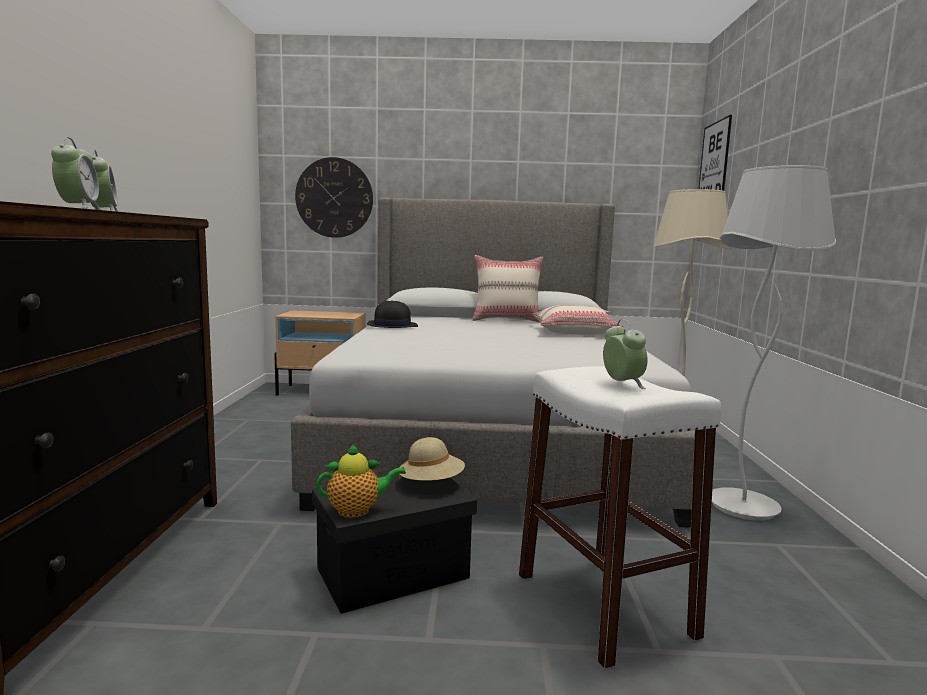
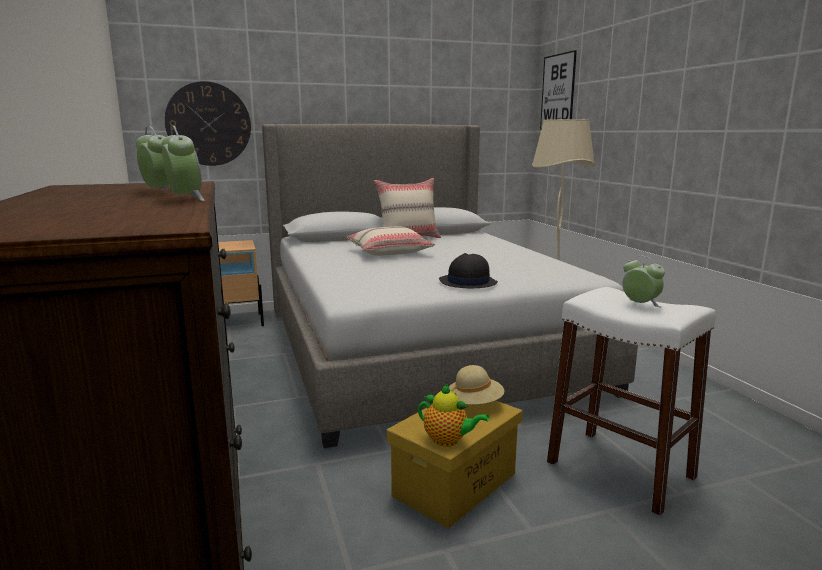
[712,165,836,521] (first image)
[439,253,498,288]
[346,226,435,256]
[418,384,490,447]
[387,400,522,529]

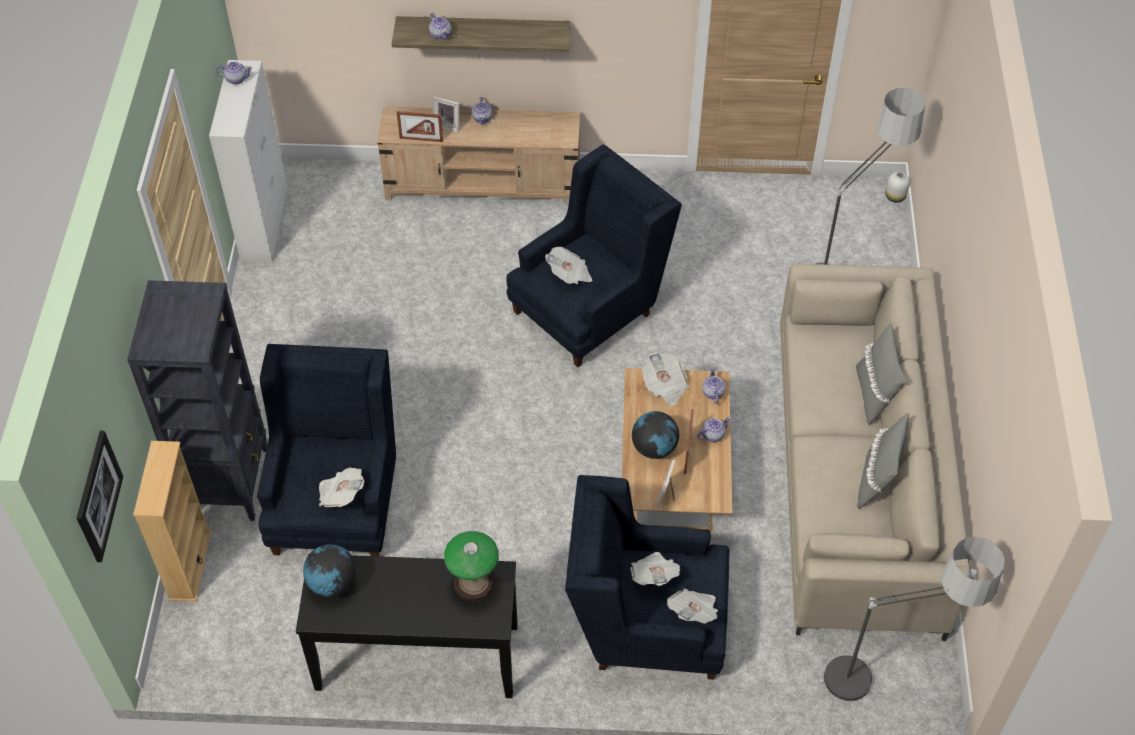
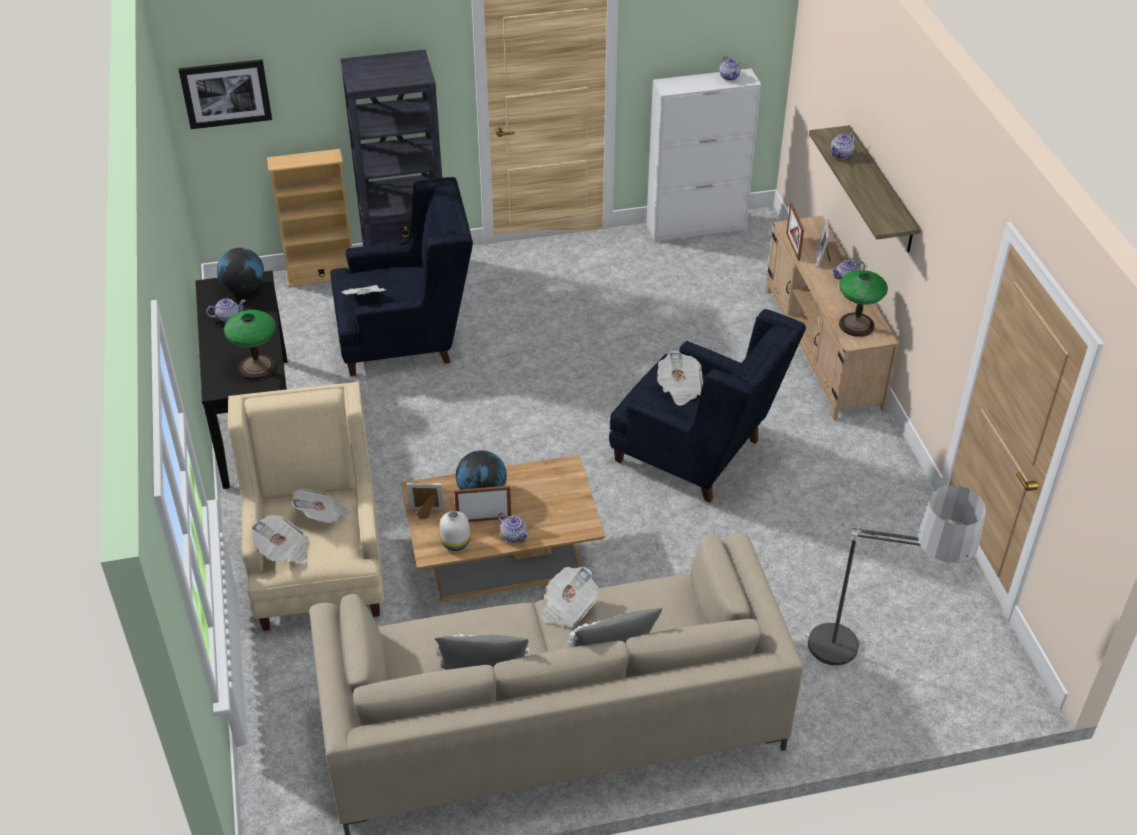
[440,511,470,551]
[541,567,599,628]
[206,298,245,323]
[228,381,384,631]
[820,537,1005,701] (first image)
[839,270,888,337]

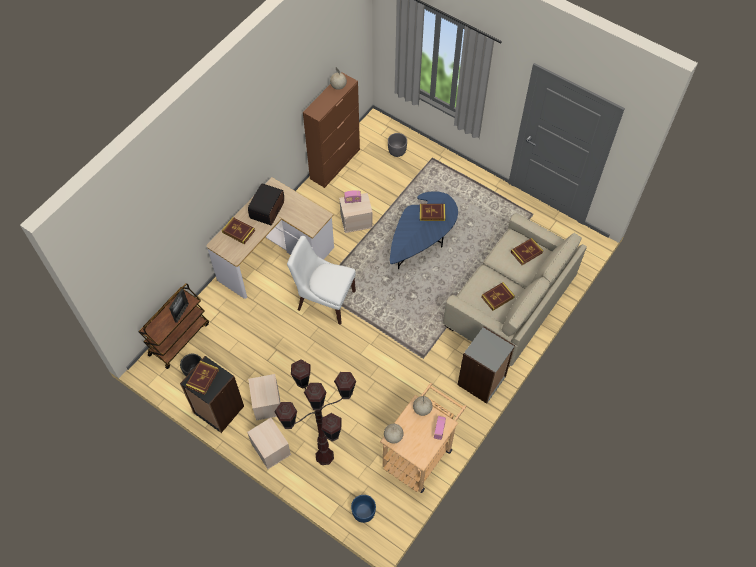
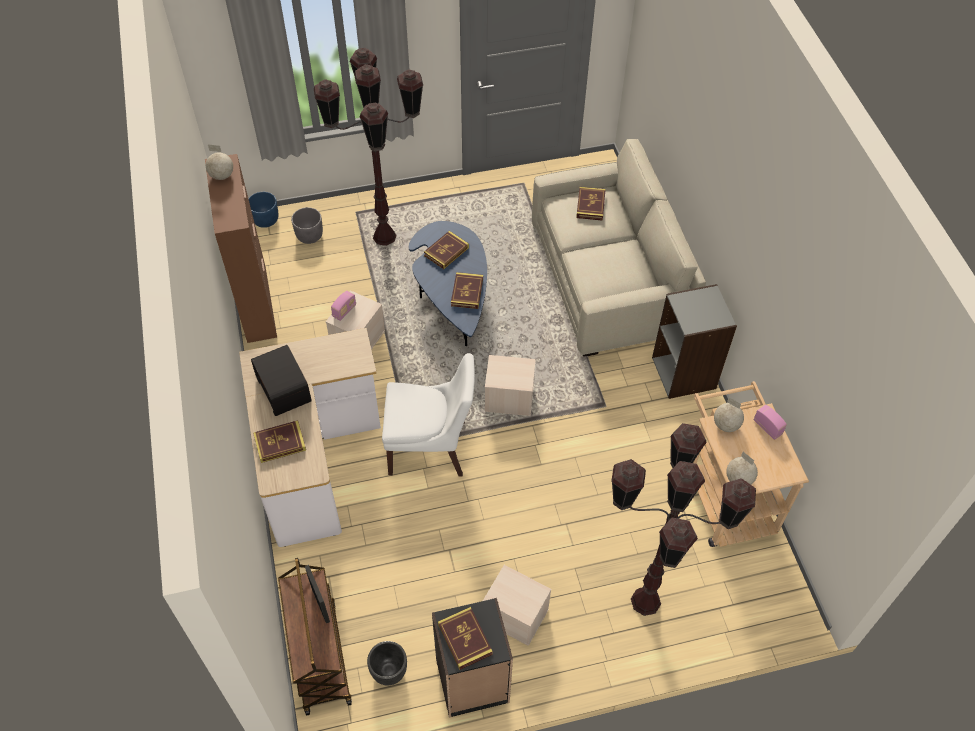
[382,353,475,477]
[451,272,483,309]
[485,355,536,416]
[248,192,278,228]
[314,48,423,246]

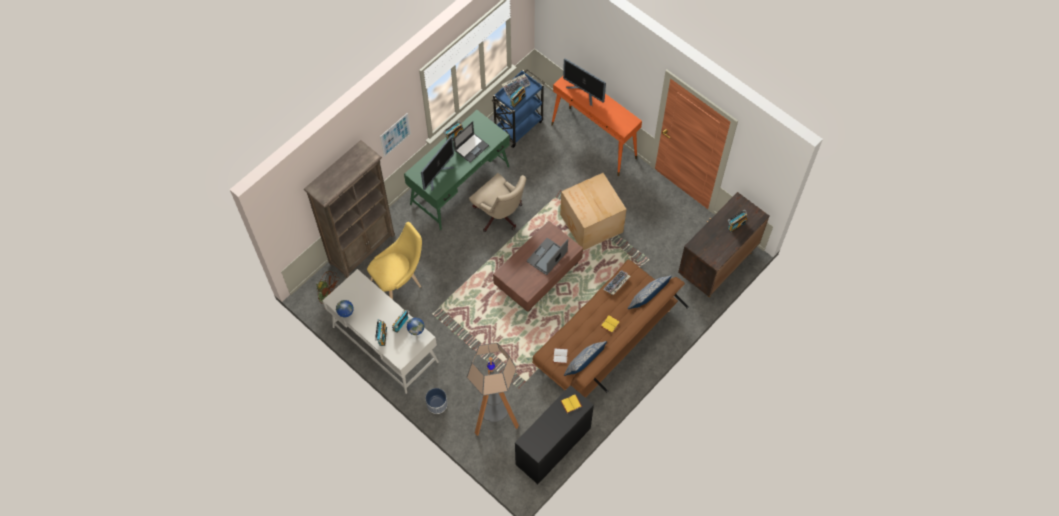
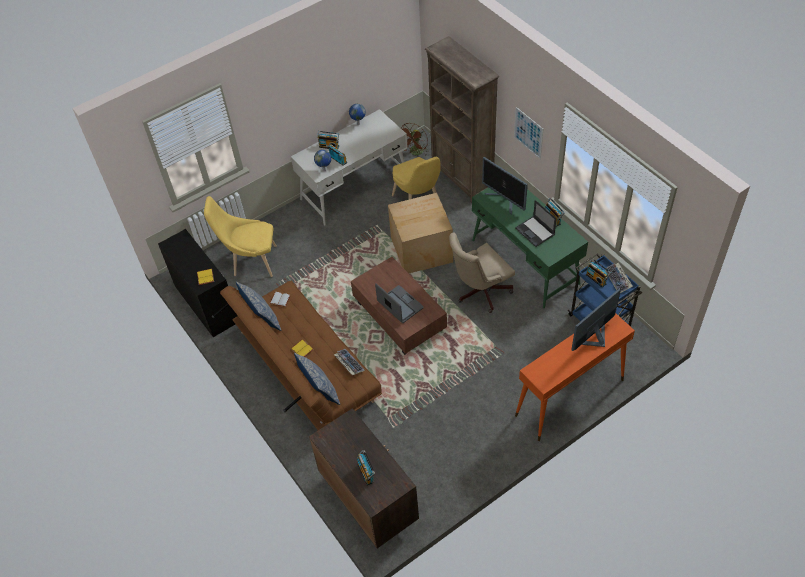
[388,193,453,273]
[204,196,277,277]
[425,388,448,414] (first image)

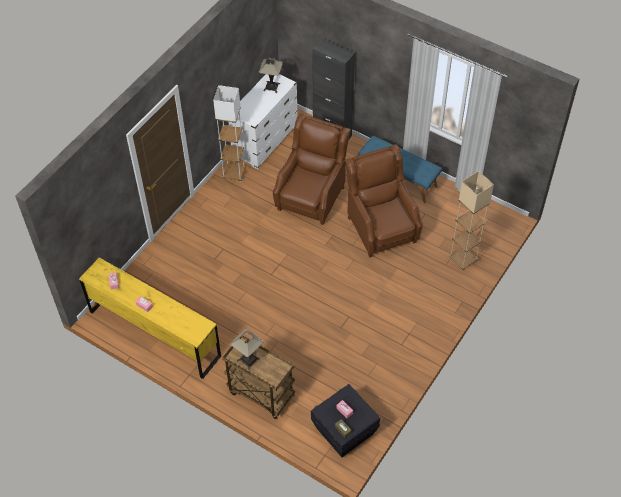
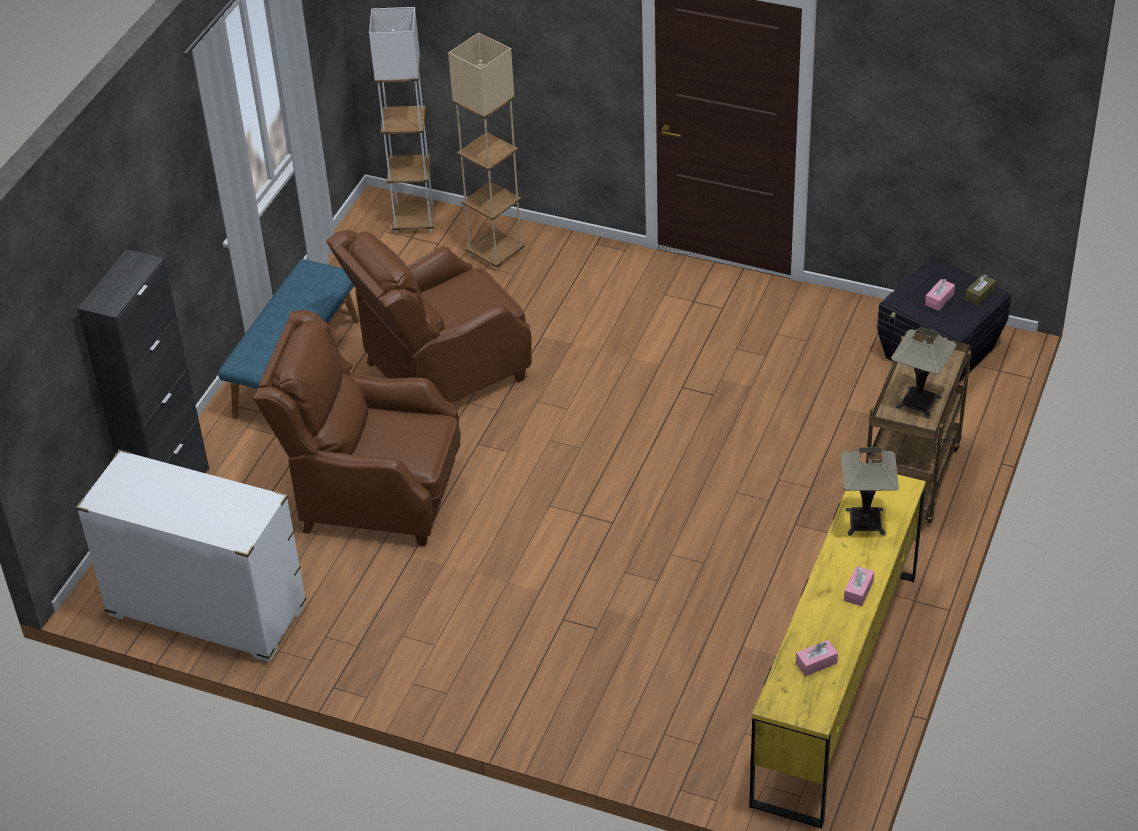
[841,447,899,536]
[369,7,435,234]

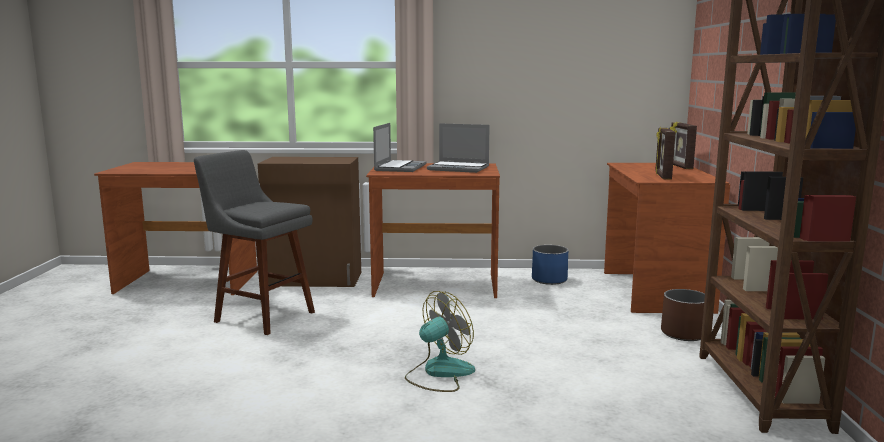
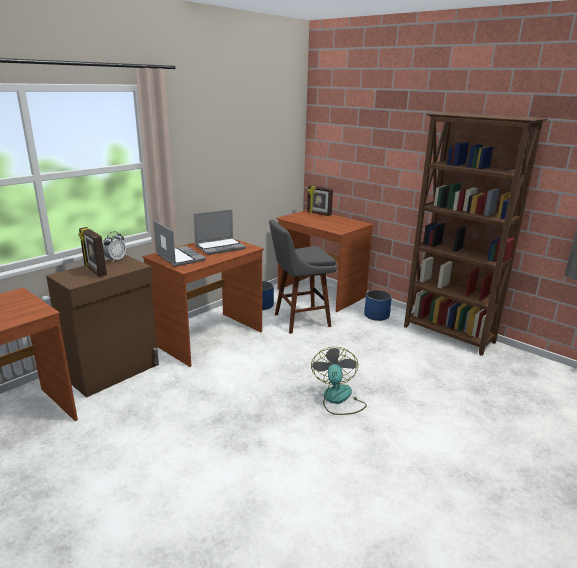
[78,227,107,277]
[269,219,337,334]
[364,290,392,321]
[103,232,126,262]

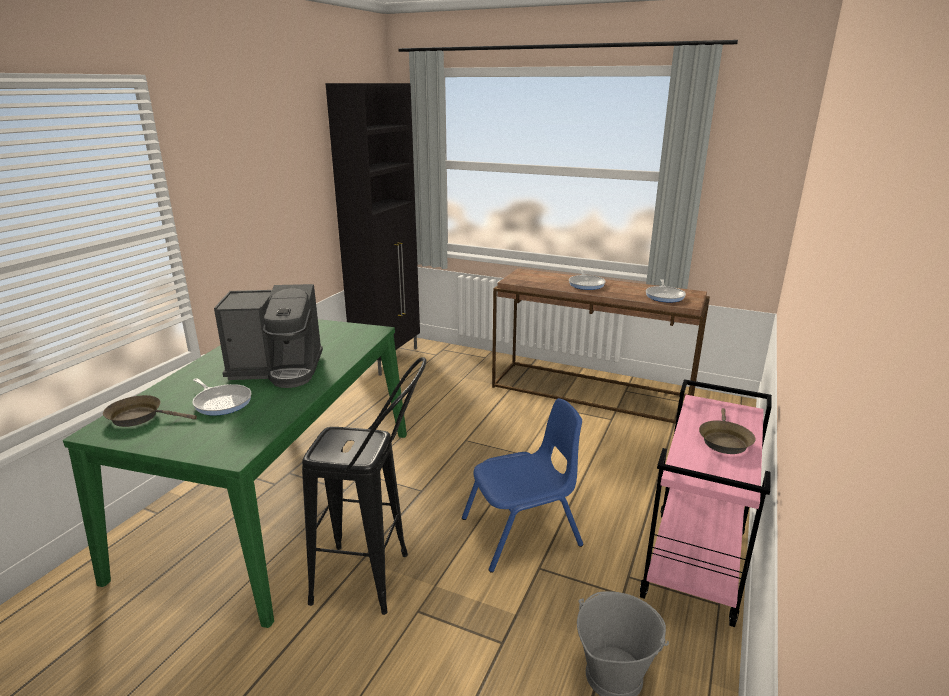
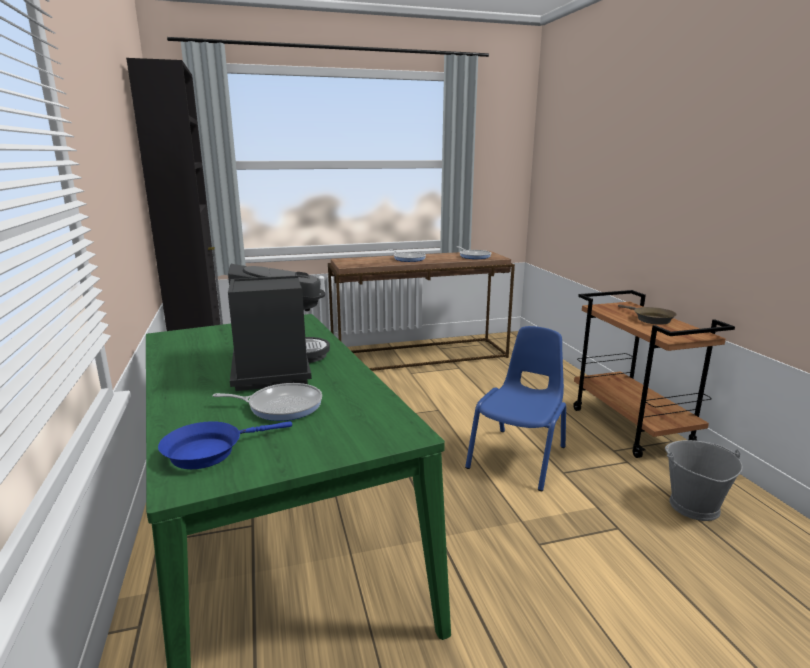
[228,264,330,391]
[302,357,427,615] (first image)
[573,290,735,458]
[158,421,292,469]

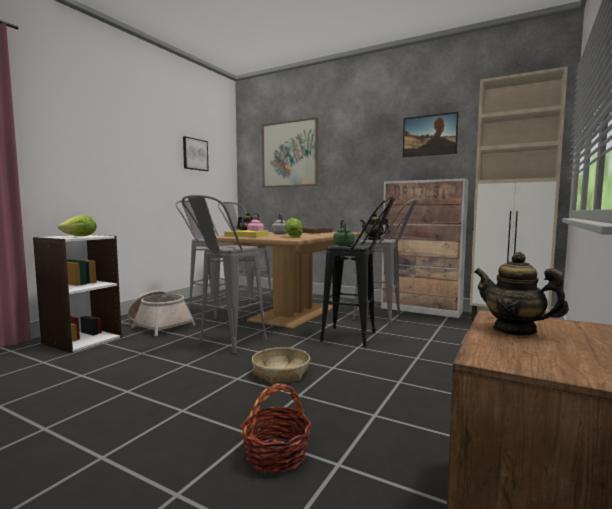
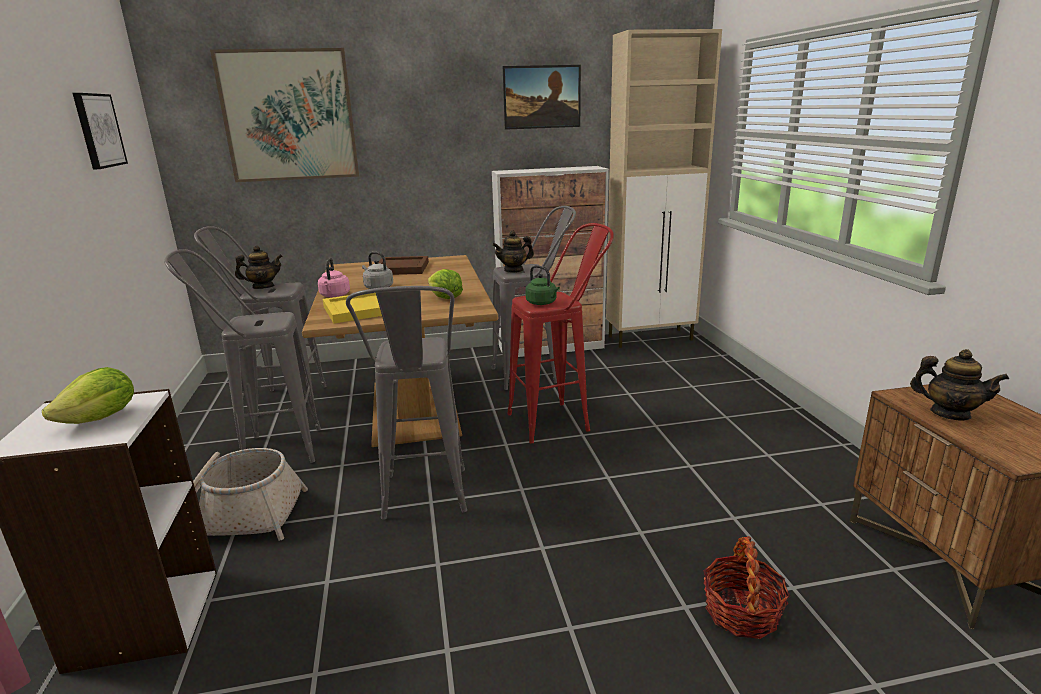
[507,223,614,443]
[910,349,1009,421]
[252,347,310,384] (first image)

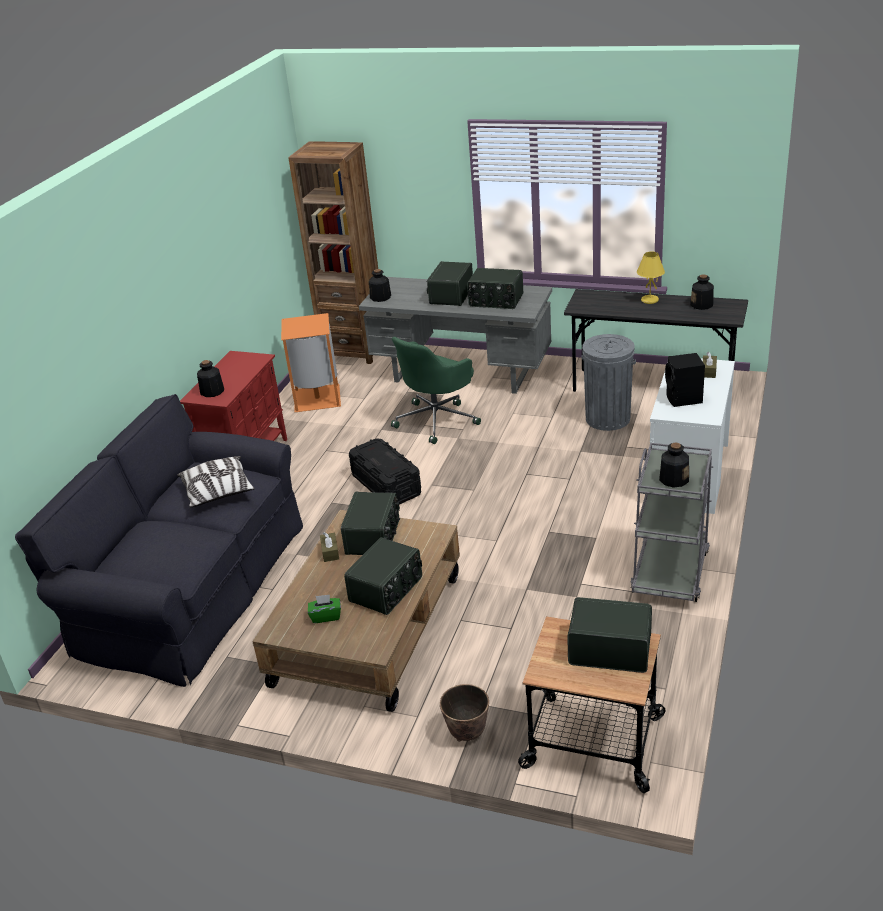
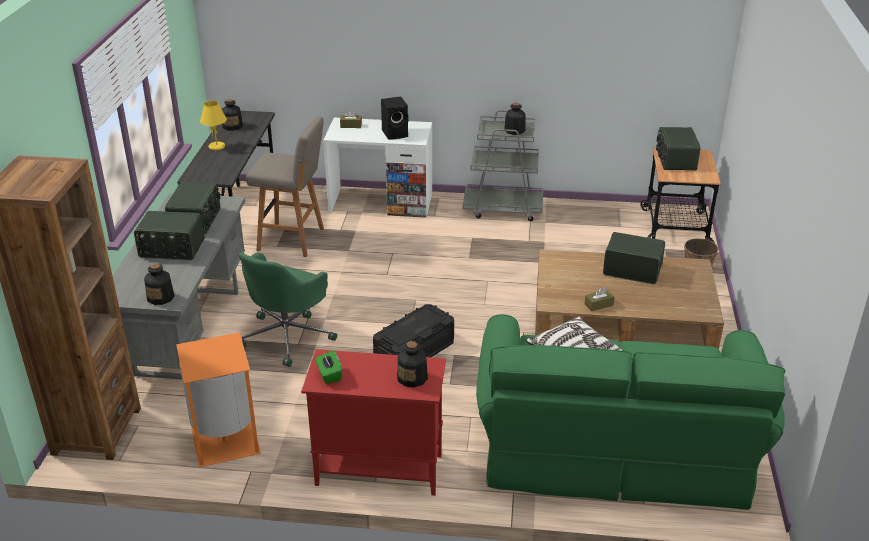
[246,116,324,257]
[238,252,337,367]
[476,314,785,510]
[341,492,400,555] (first image)
[316,350,343,384]

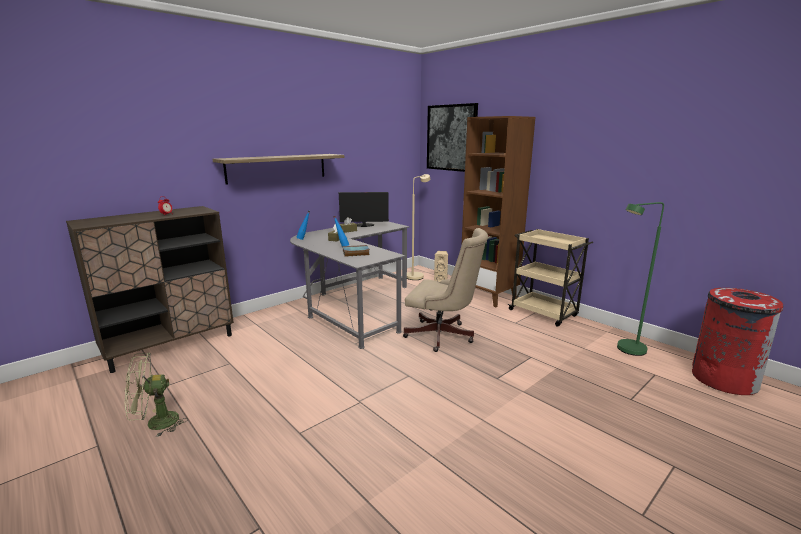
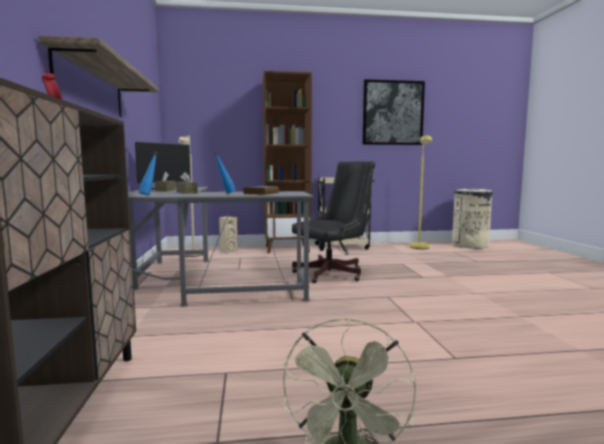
[362,79,425,145]
[410,136,432,249]
[292,161,375,283]
[452,189,493,249]

